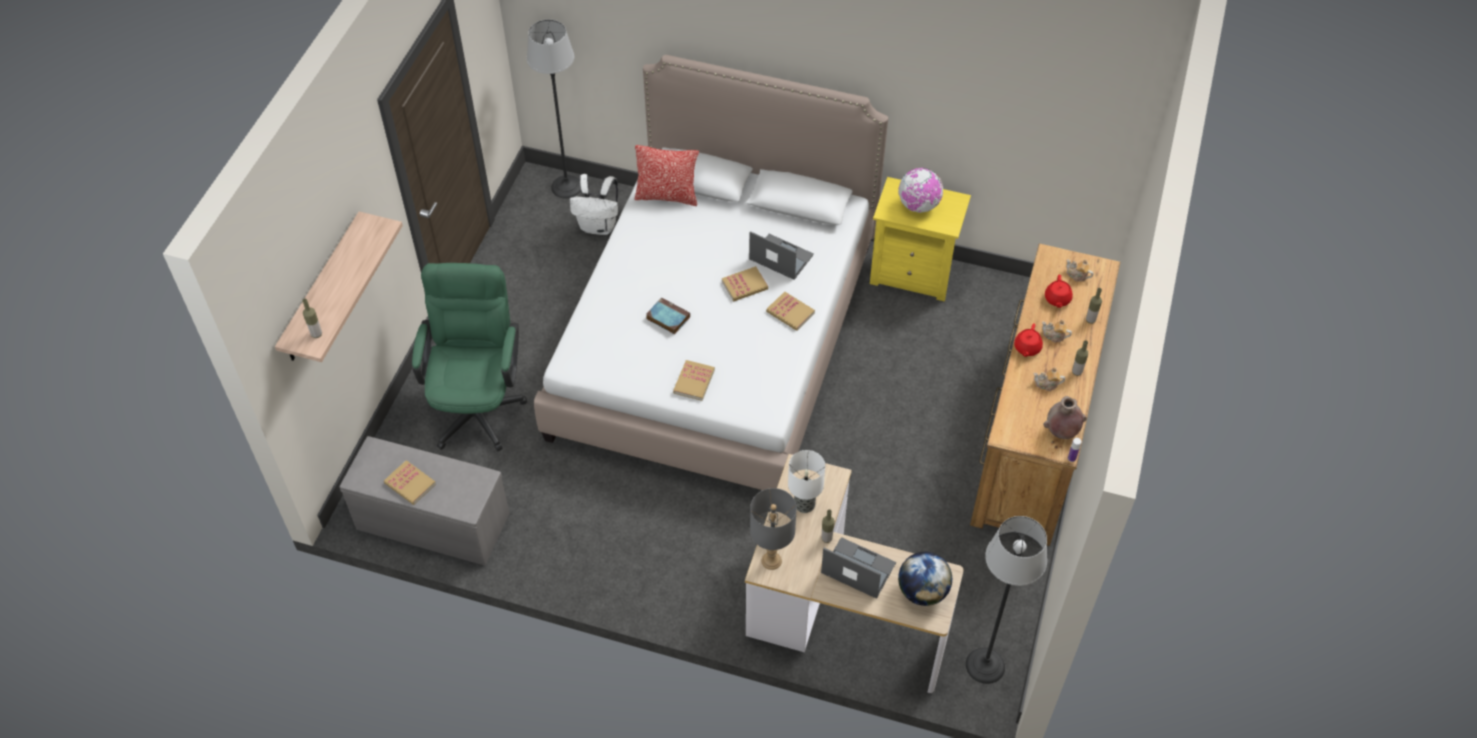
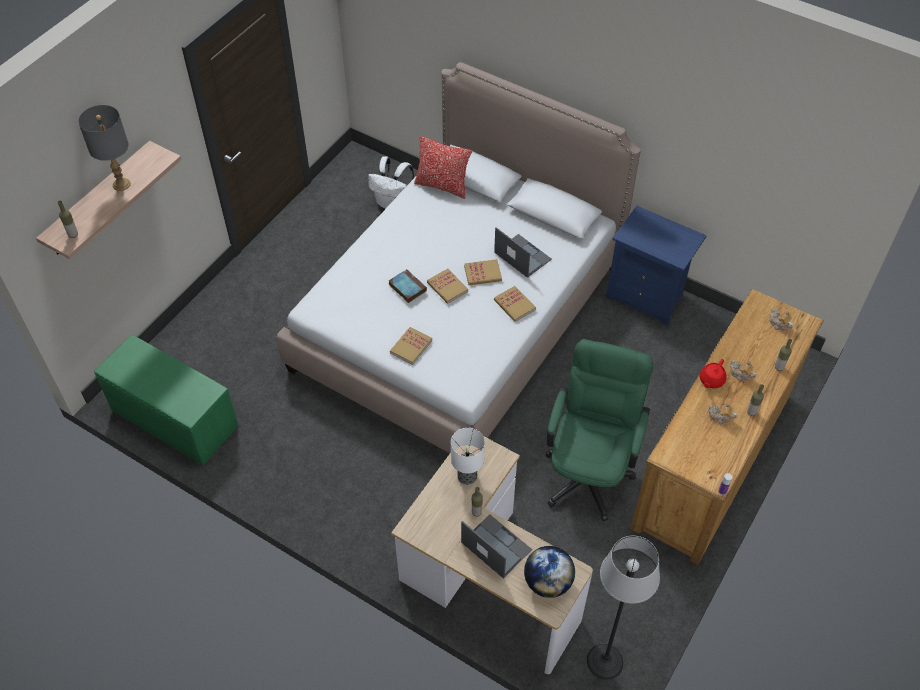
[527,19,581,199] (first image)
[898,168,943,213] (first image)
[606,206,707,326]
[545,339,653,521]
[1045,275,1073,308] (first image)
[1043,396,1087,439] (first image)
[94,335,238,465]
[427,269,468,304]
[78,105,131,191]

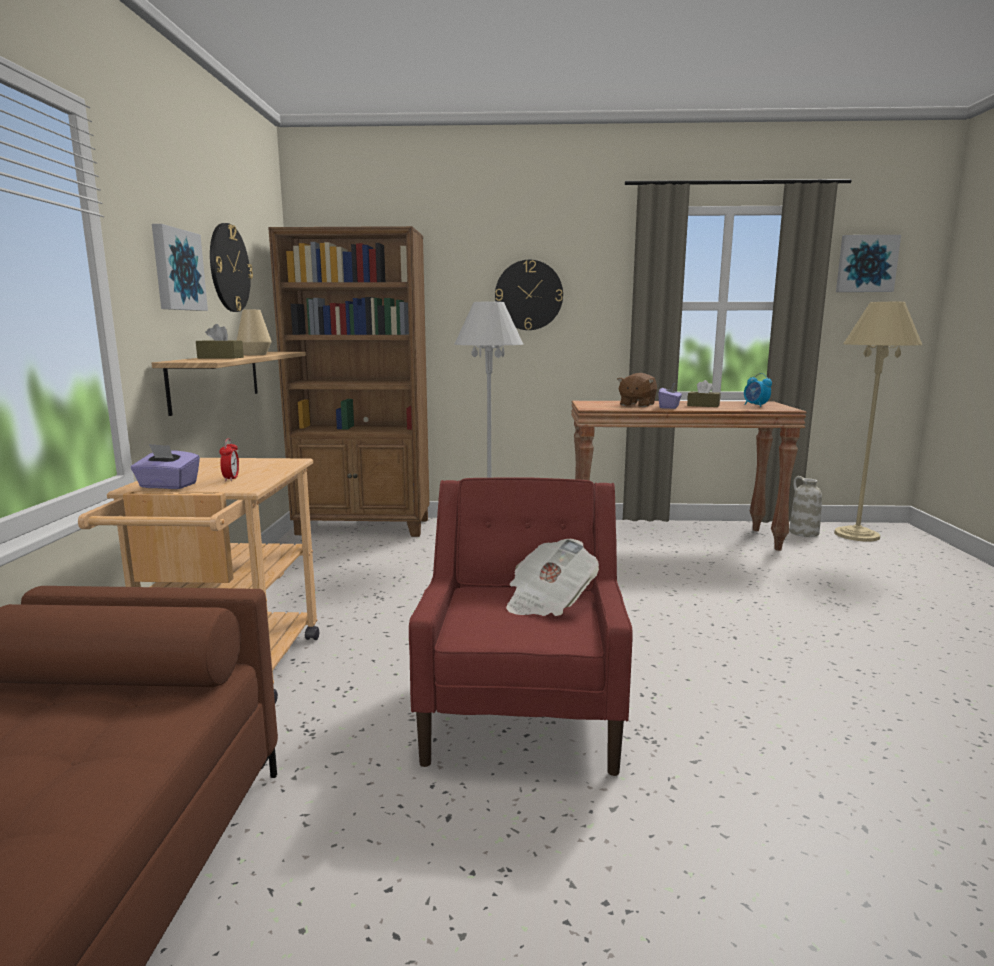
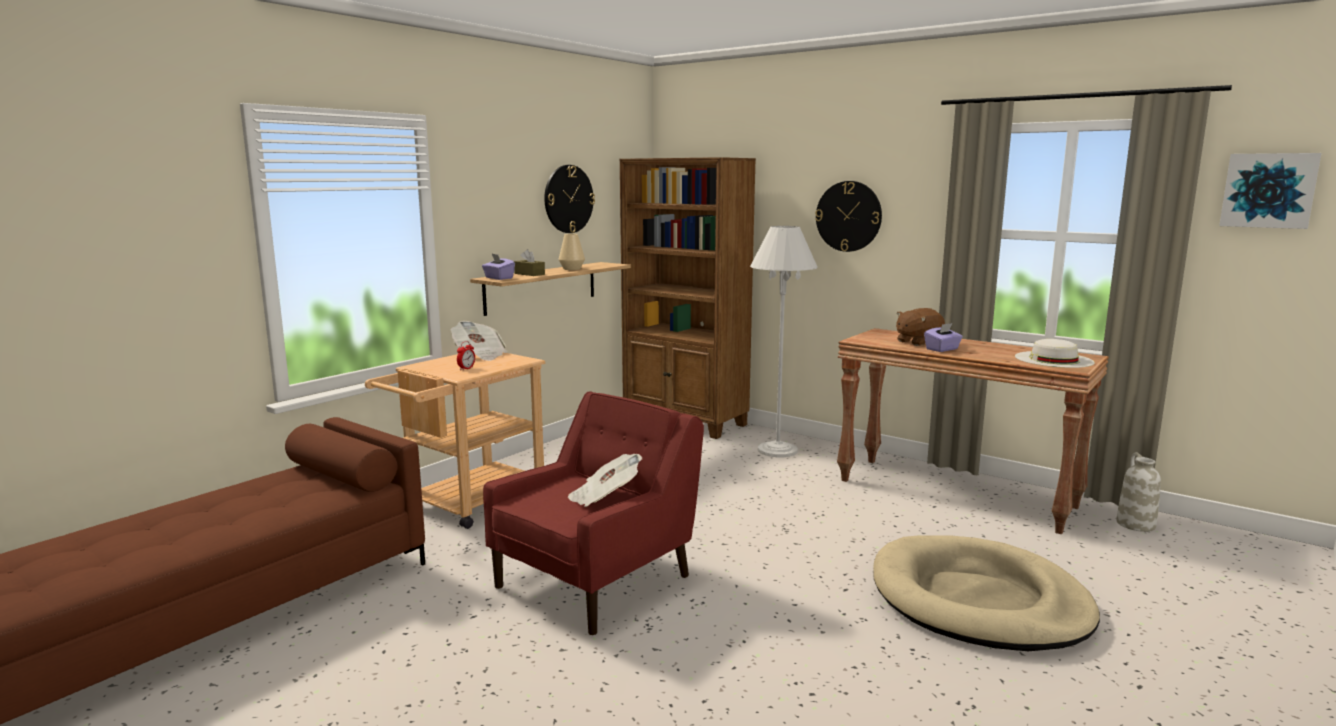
[152,224,208,311] (first image)
[834,302,922,542] (first image)
[1015,339,1095,368]
[687,380,720,407] (first image)
[482,253,515,280]
[450,321,508,361]
[873,535,1100,651]

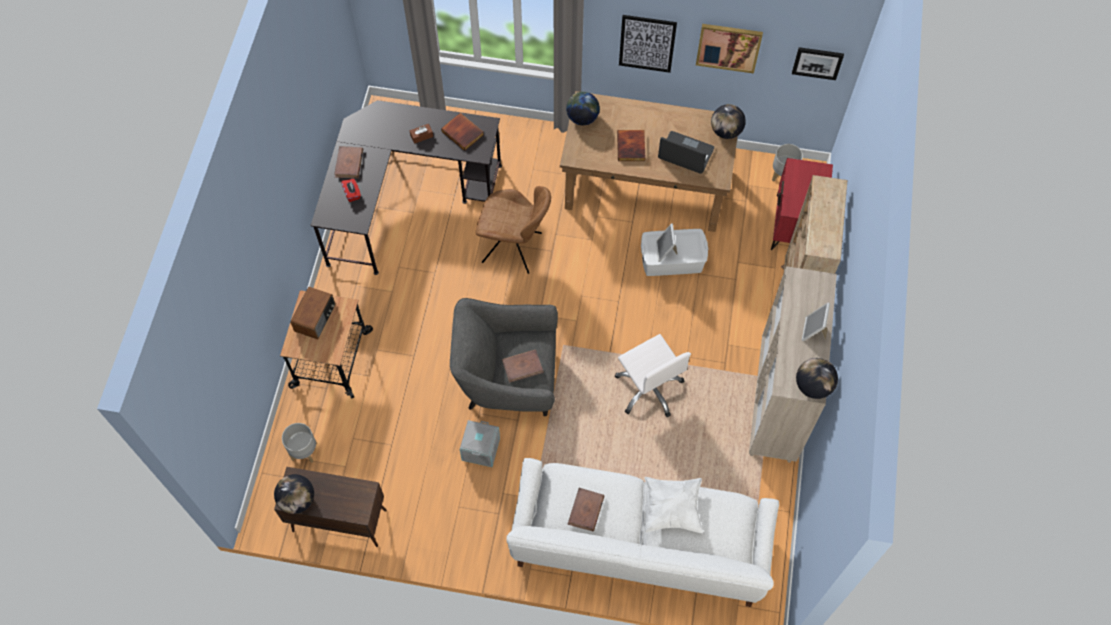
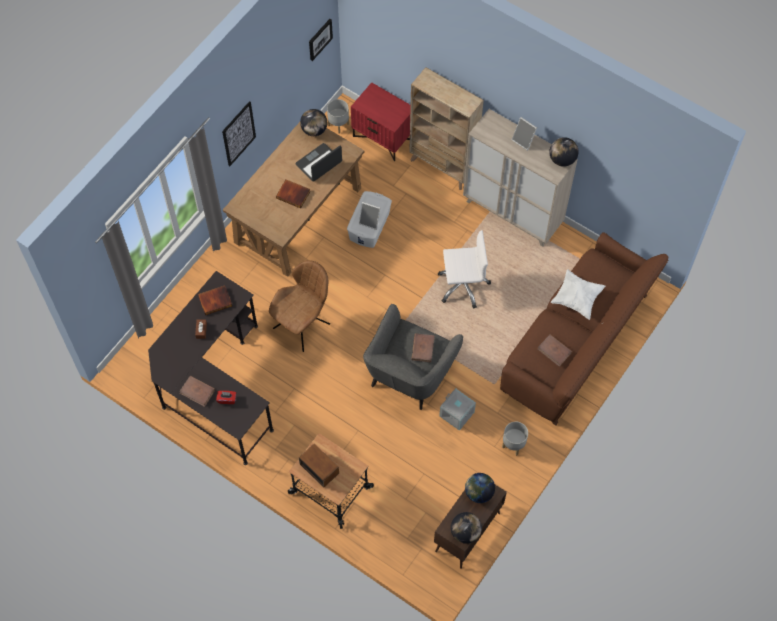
[696,24,763,74] (first image)
[465,473,495,503]
[502,422,528,456]
[500,232,669,425]

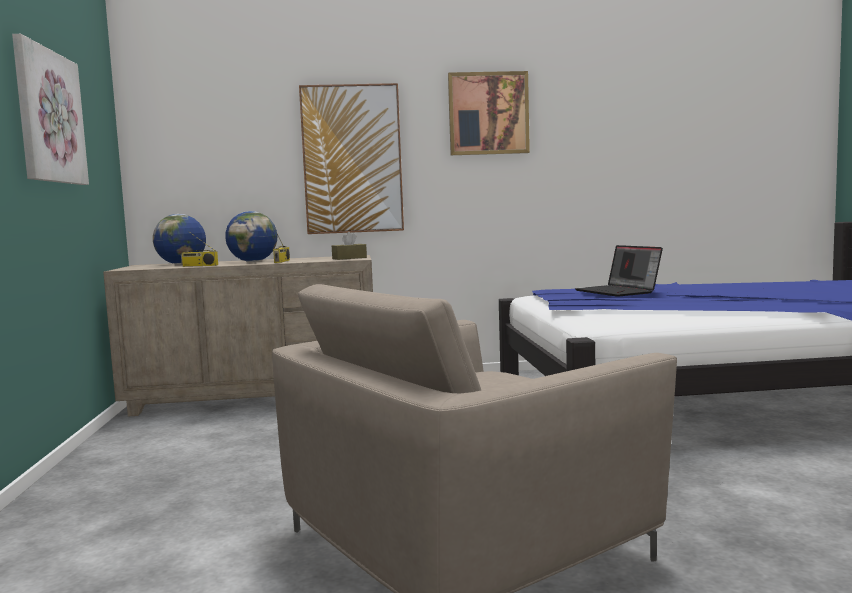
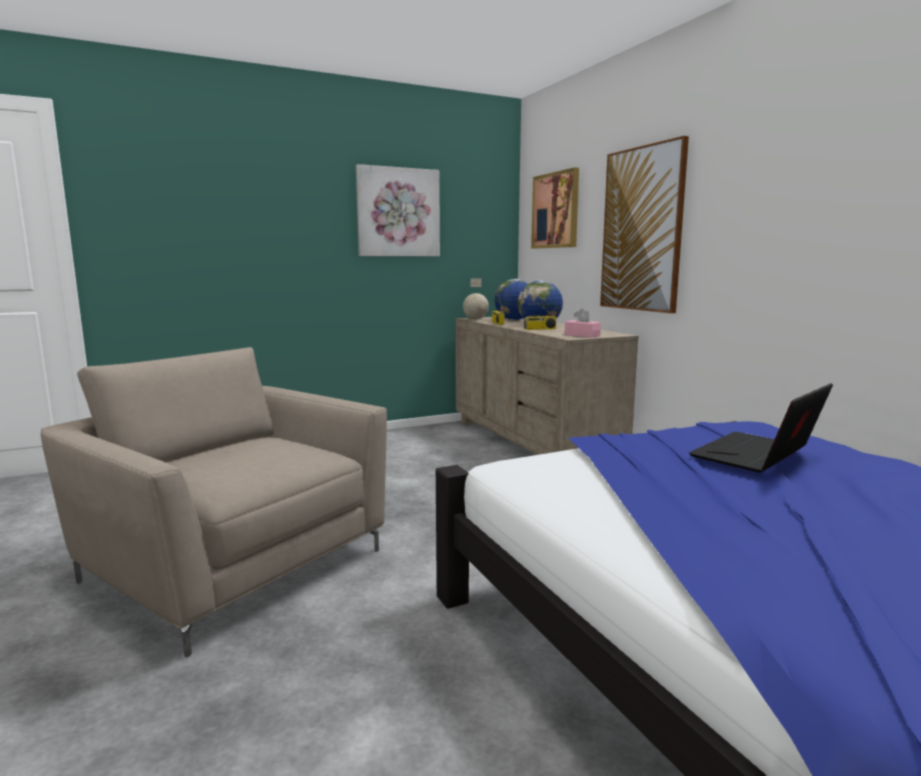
[531,167,579,248]
[565,308,601,338]
[463,279,489,320]

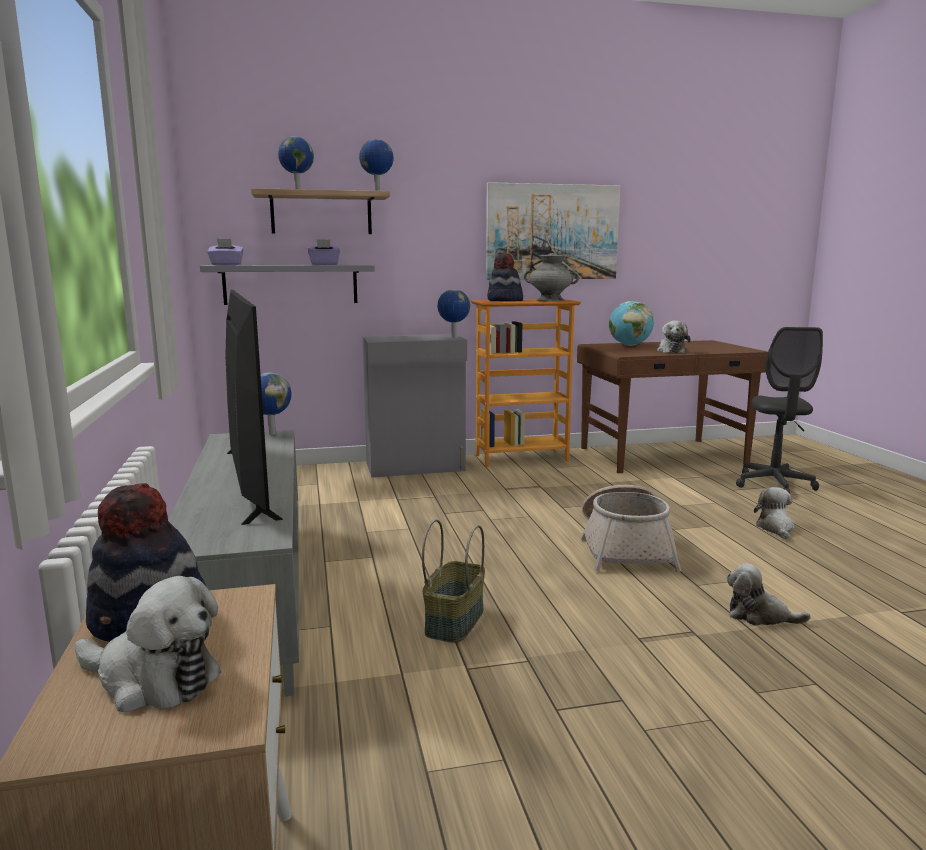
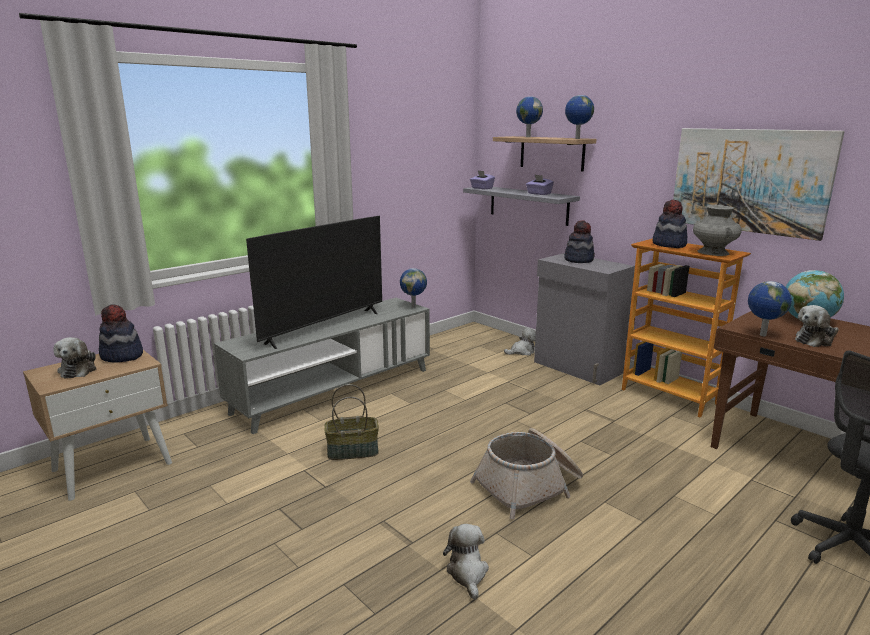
[748,281,792,336]
[504,328,536,356]
[564,220,595,263]

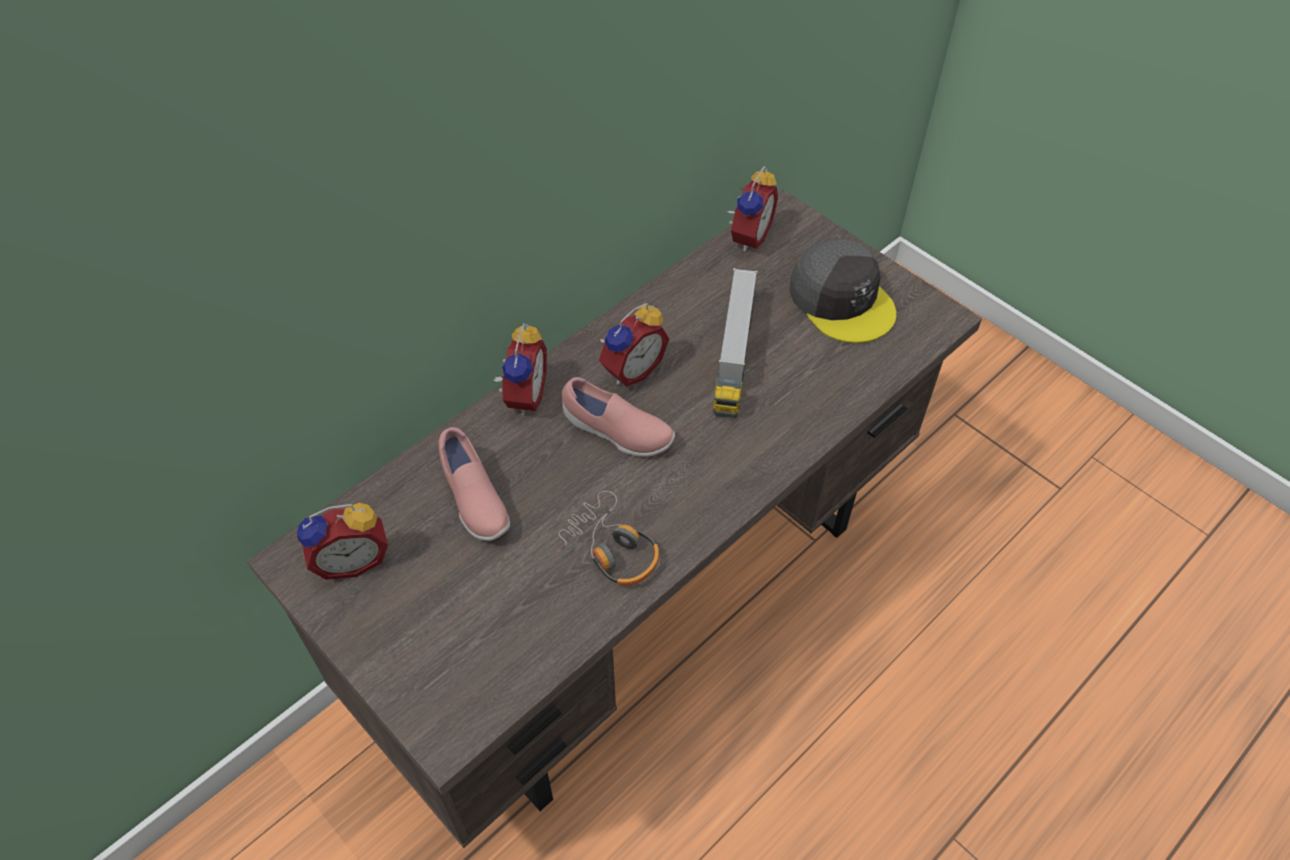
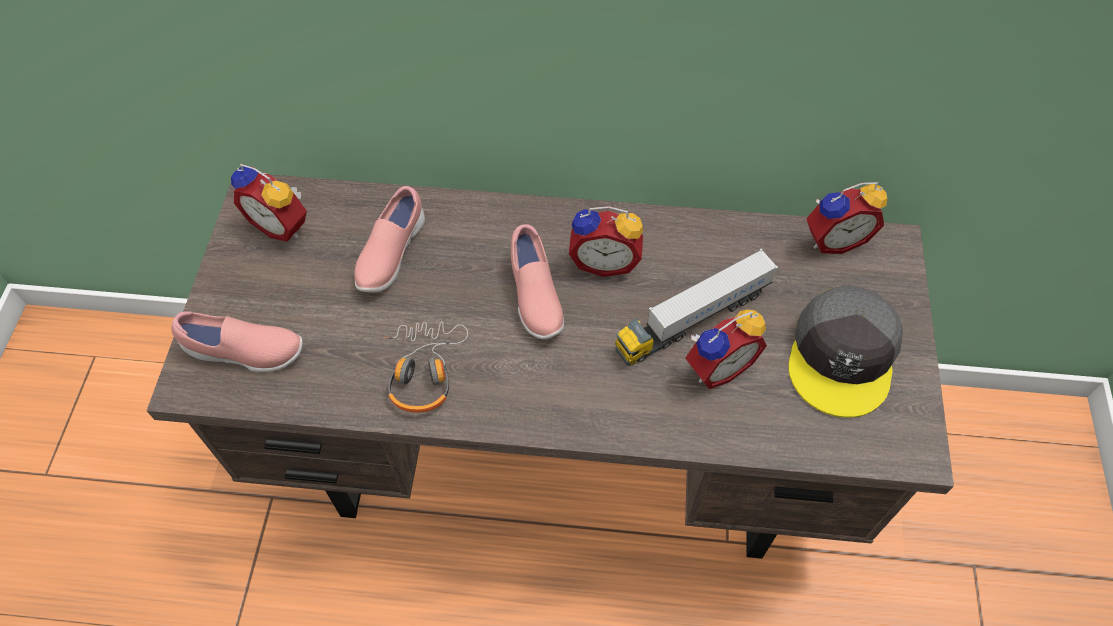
[685,310,767,389]
[171,311,303,372]

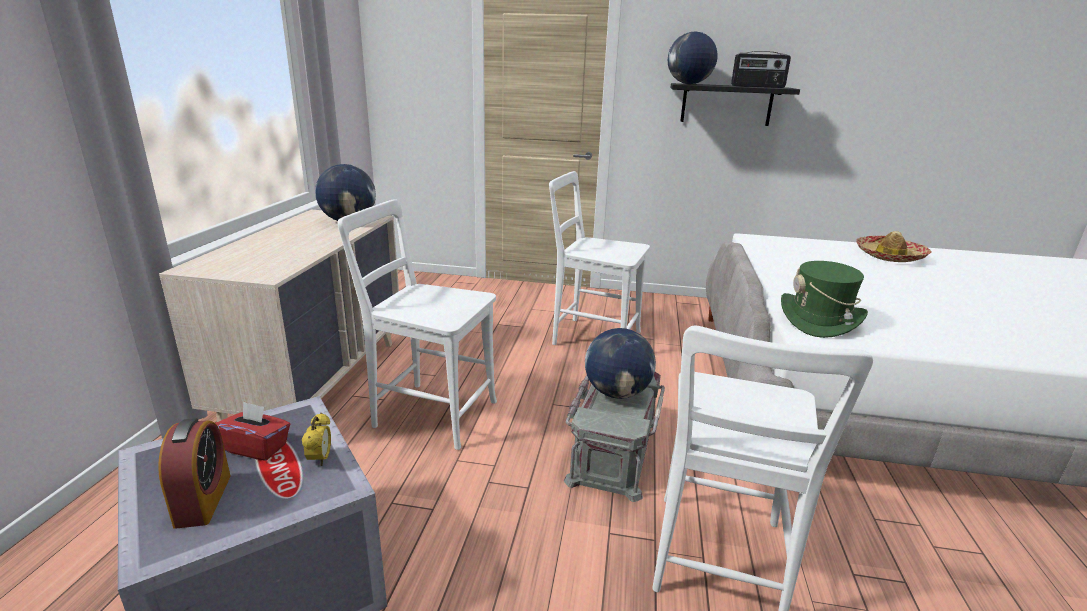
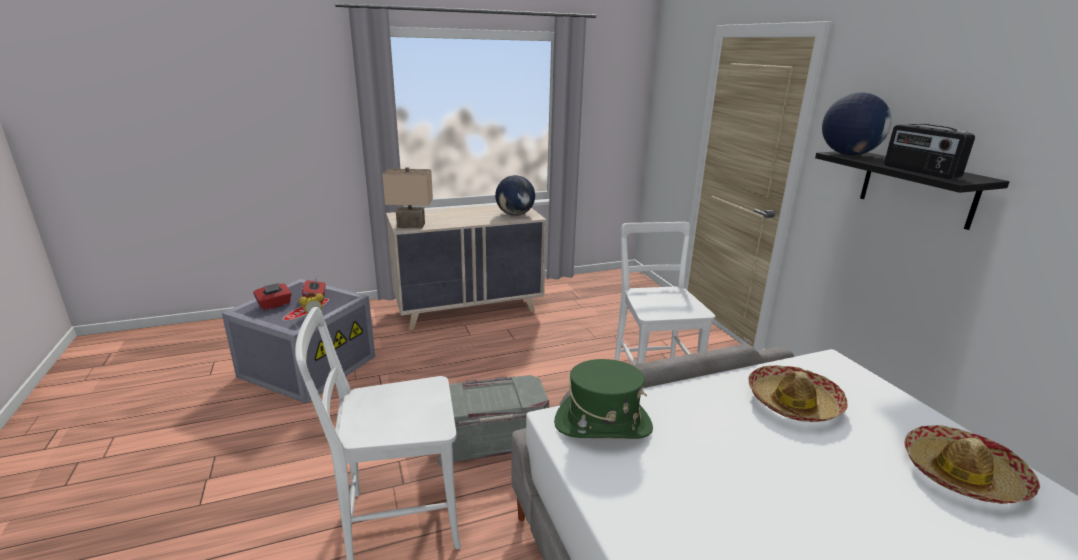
[338,199,497,450] (first image)
[585,328,656,399] (first image)
[253,283,292,311]
[382,167,433,228]
[748,365,848,422]

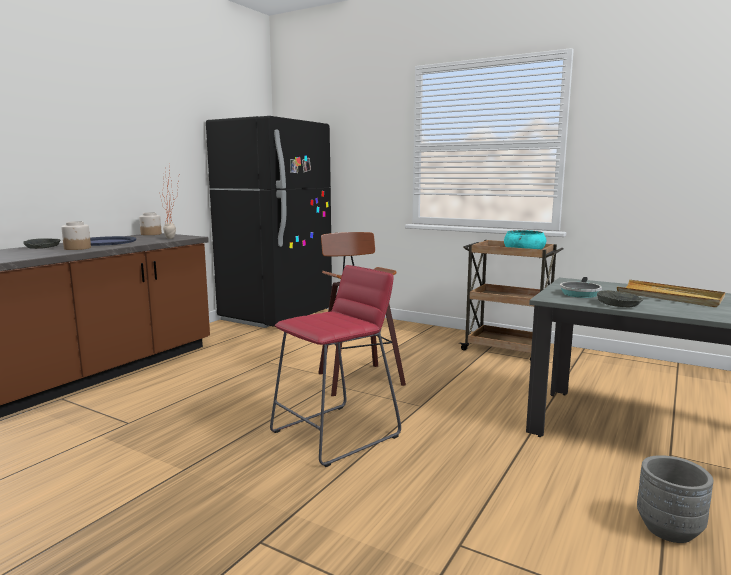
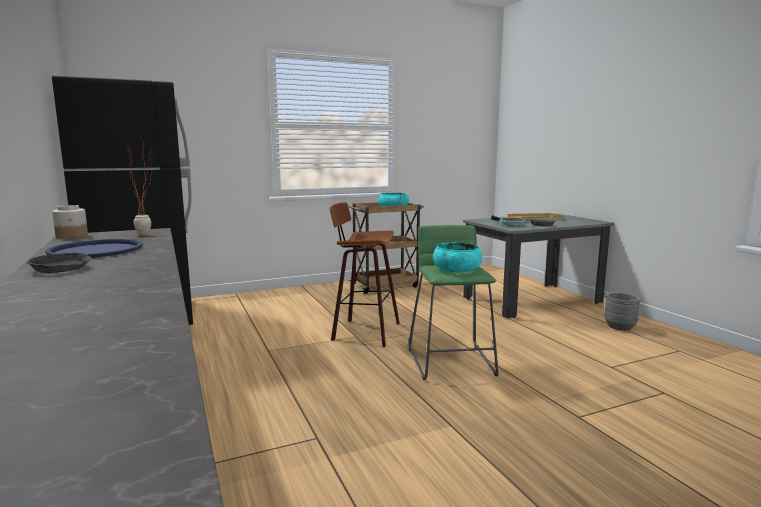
[61,221,91,250] (first image)
[409,225,498,380]
[433,242,482,272]

